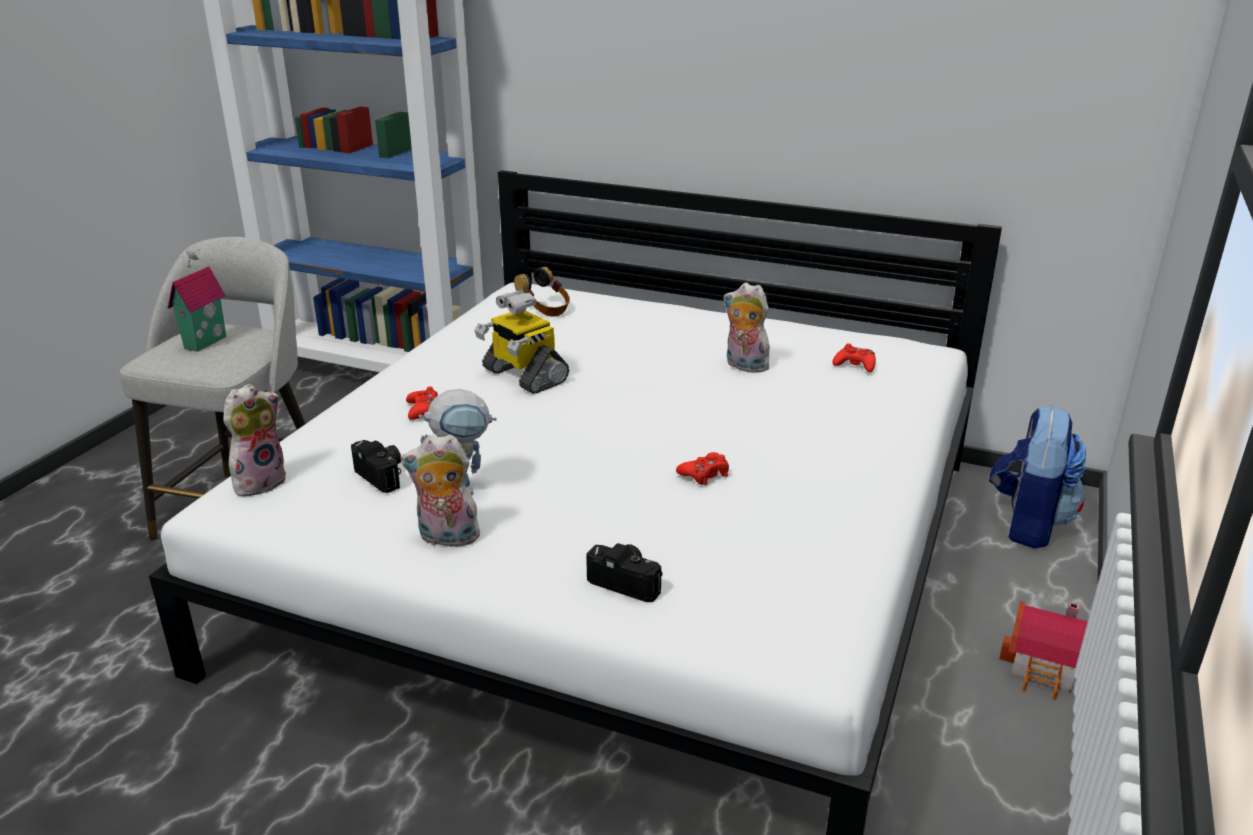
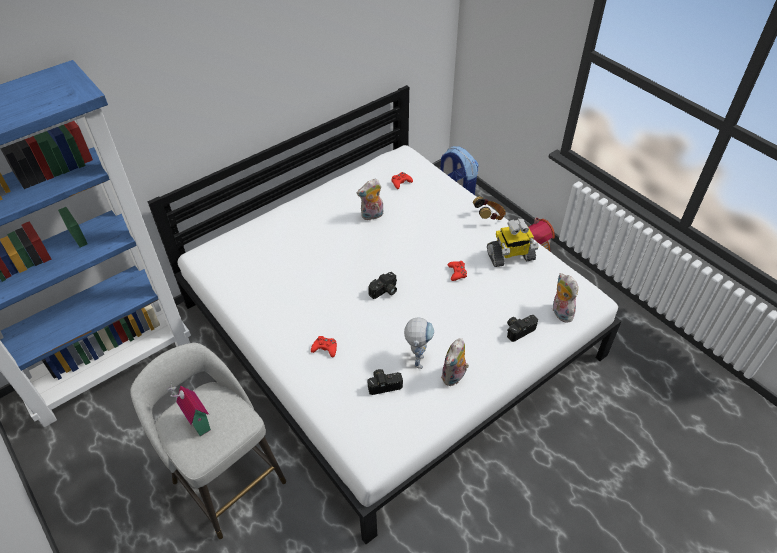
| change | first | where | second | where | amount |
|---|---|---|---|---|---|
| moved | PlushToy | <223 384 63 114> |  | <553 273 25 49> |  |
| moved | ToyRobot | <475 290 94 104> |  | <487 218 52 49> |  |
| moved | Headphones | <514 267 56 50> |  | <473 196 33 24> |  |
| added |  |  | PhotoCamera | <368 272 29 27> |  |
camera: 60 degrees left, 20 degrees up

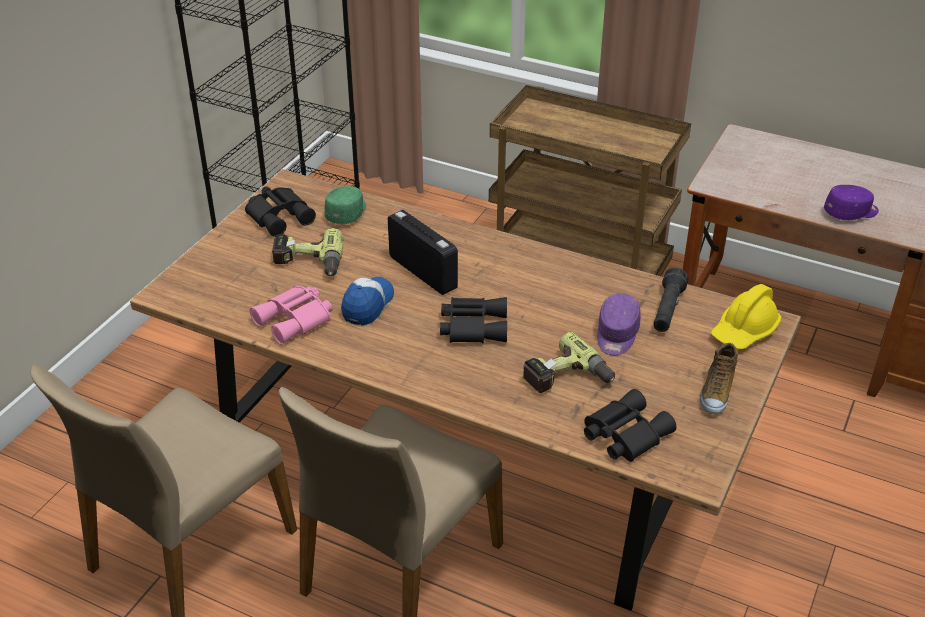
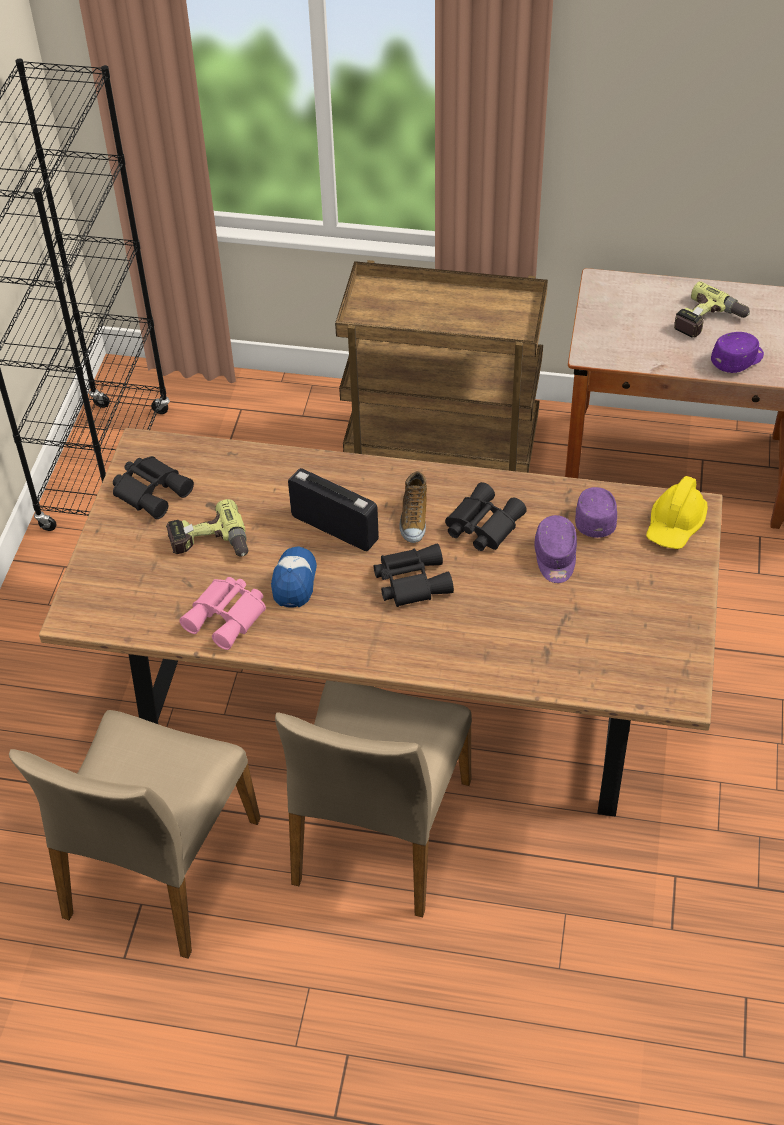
| change | first | where | second | where | amount |
|---|---|---|---|---|---|
| removed | GreenCap | <324 186 42 38> |  |  |  |
| moved | PowerDrill | <523 332 92 61> |  | <674 281 76 56> |  |
| moved | BlackBinoculars | <584 389 92 73> |  | <445 482 82 69> |  |
| replaced | BlackFlashlight | <653 268 36 64> | PurpleCap | <575 487 42 51> |  |
| moved | Shoe | <700 343 38 71> |  | <399 471 28 72> |  |
camera: 15 degrees left, 10 degrees up

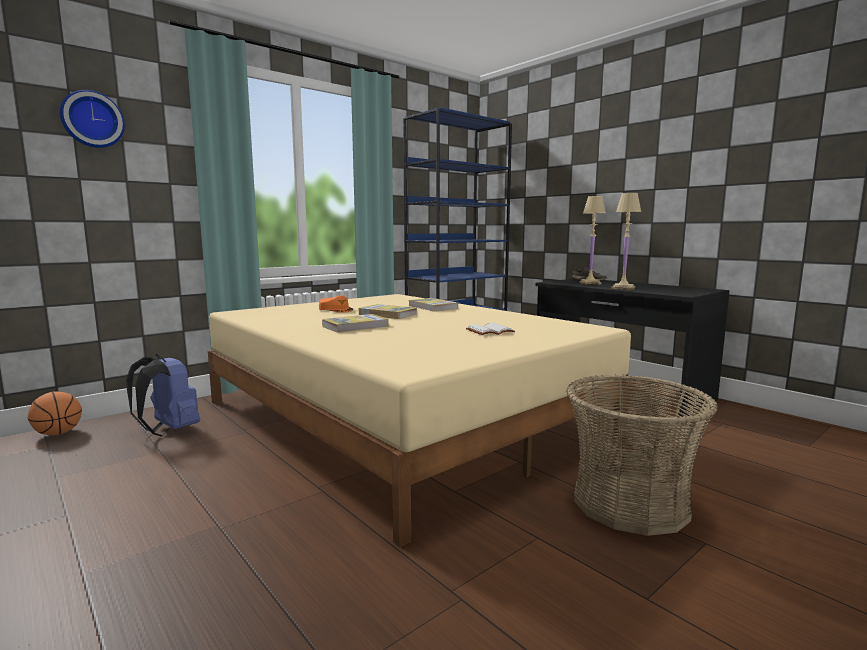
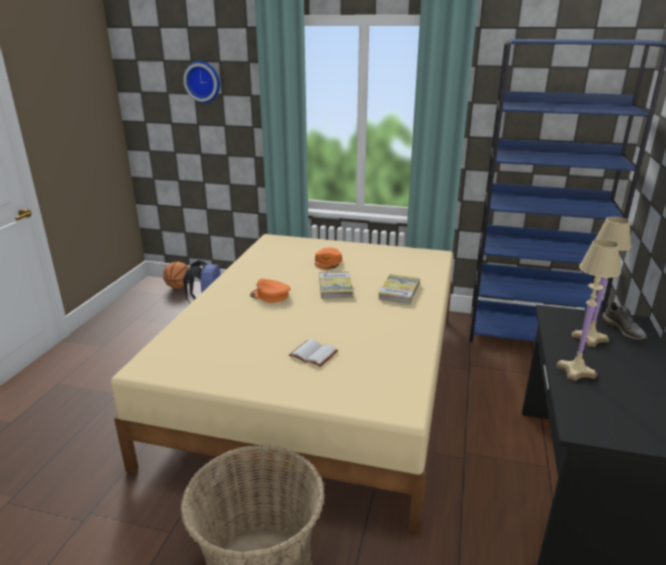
| change | first | where | second | where | amount |
|---|---|---|---|---|---|
| replaced | Book | <322 314 67 19> | OrangeCap | <250 278 40 24> |  |
camera: 55 degrees right, 15 degrees up

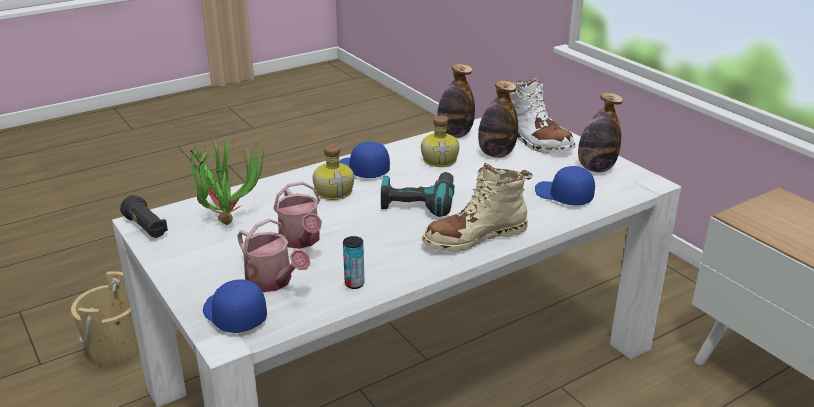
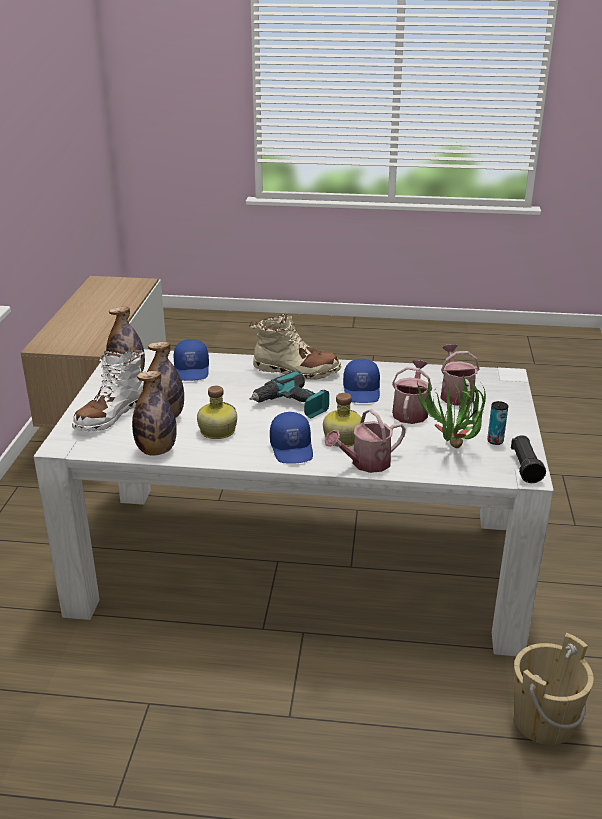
| change | first | where | second | where | amount |
|---|---|---|---|---|---|
| moved | BlueCap | <203 279 64 54> |  | <343 359 37 44> |  |
| moved | Can | <343 236 22 53> |  | <487 401 21 44> |  |
| turned | WhiteBoot | <509 78 67 76> |  | <72 349 72 83> | 150 degrees counterclockwise |
| added |  |  | WateringCan | <325 409 81 64> |  |
camera: 140 degrees left, 0 degrees up

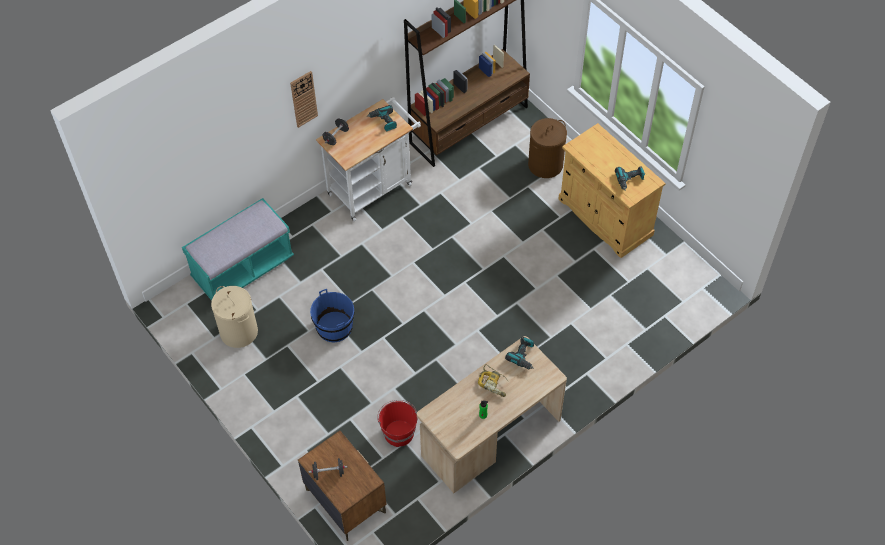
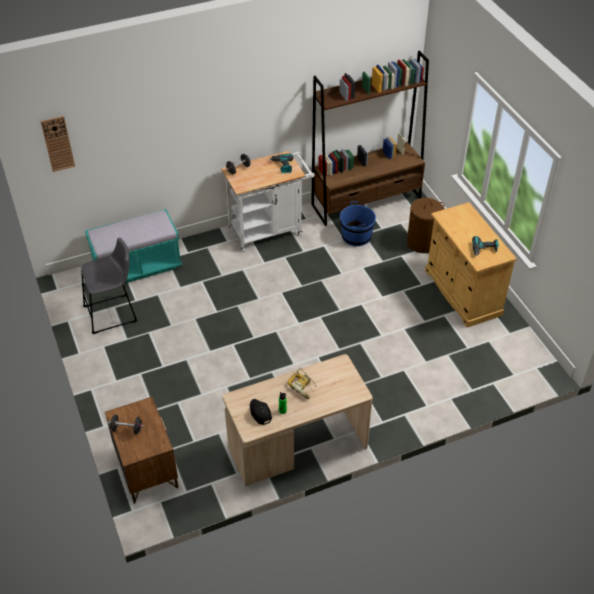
| change | first | where | second | where | amount |
|---|---|---|---|---|---|
| replaced | BeigeLaundryBasket | <211 286 47 62> | GreyStool | <81 238 56 96> |  |
| moved | WallClock | <290 71 28 57> |  | <40 116 35 56> |  |
| moved | BlueBucket | <310 289 44 53> |  | <340 201 36 45> |  |
| removed | RedBucket | <377 400 40 47> |  |  |  |
| removed | PowerDrill | <505 337 29 32> |  |  |  |
| added |  |  | BlackCap | <250 399 22 26> |  |
camera: 15 degrees right, 10 degrees down

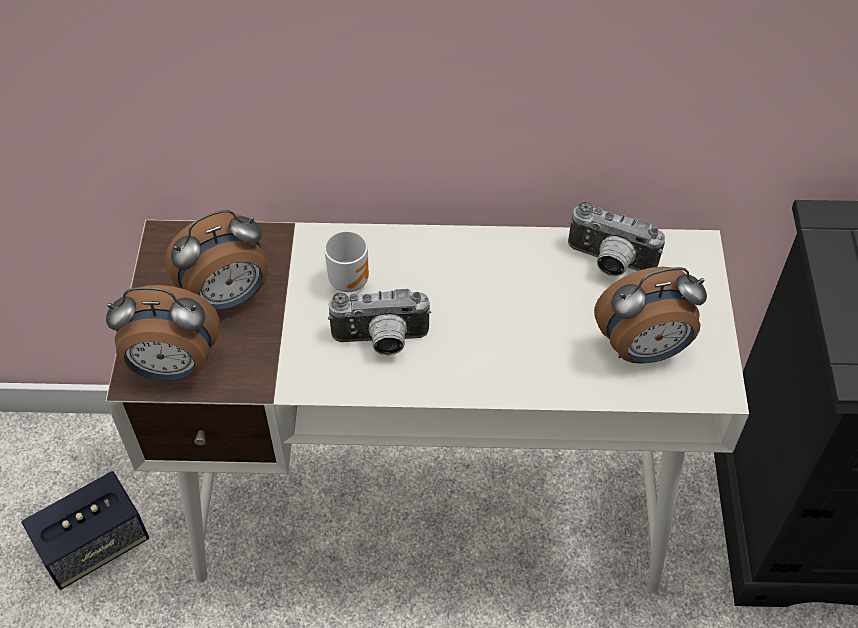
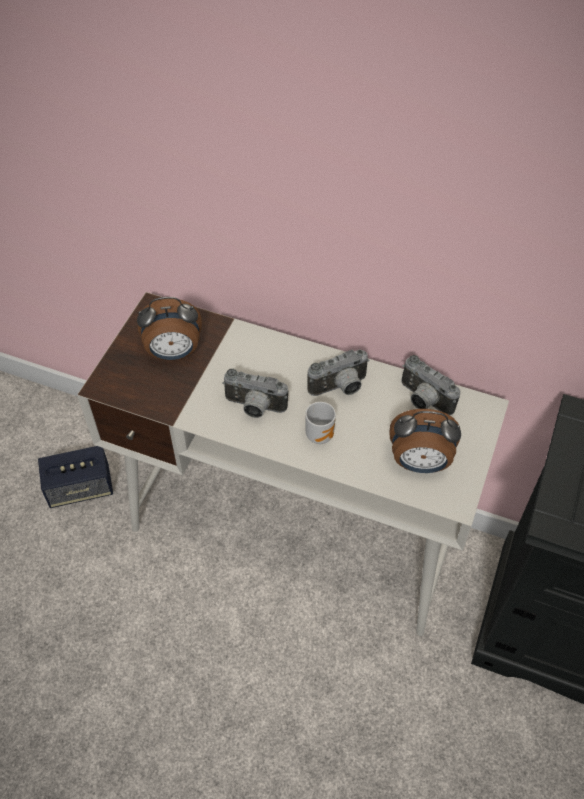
| change | first | where | second | where | amount |
|---|---|---|---|---|---|
| removed | AlarmClock | <106 285 114 96> |  |  |  |
| moved | Mug | <324 231 45 61> |  | <305 402 31 42> |  |
| added |  |  | PhotoCamera | <307 350 63 46> |  |
camera: 20 degrees right, 0 degrees up

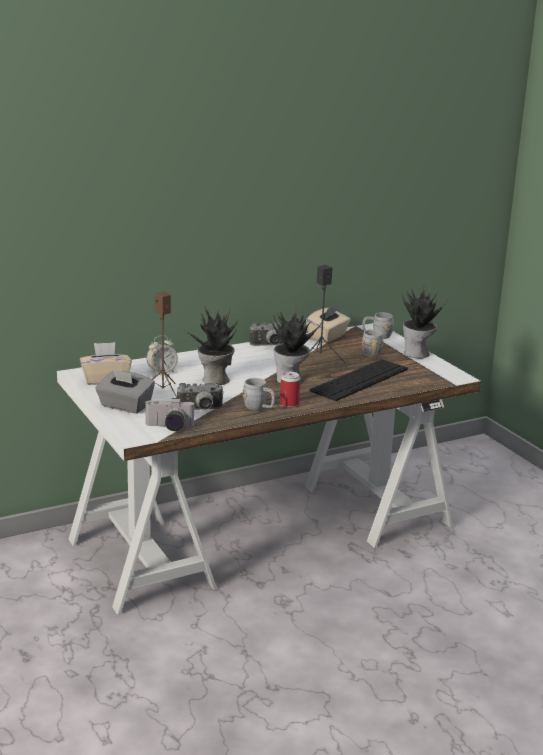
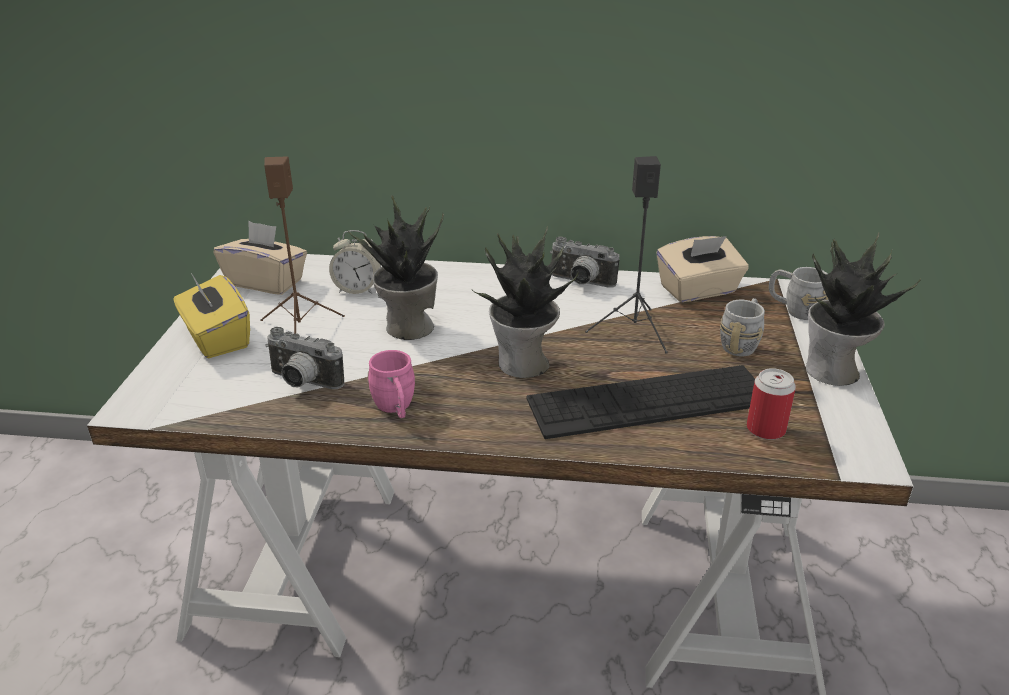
| change | first | where | second | where | amount |
|---|---|---|---|---|---|
| recoloured | GreyTissueBox | <95 368 60 45> | YellowTissueBox | <173 273 77 85> |  |
| removed | PhotoCamera | <144 398 51 33> |  |  |  |
| recoloured | GreyMug | <243 378 32 32> | PinkMug | <368 350 47 68> |  |
| moved | Can | <280 372 20 35> |  | <747 368 49 72> |  |
camera: 35 degrees right, 10 degrees up

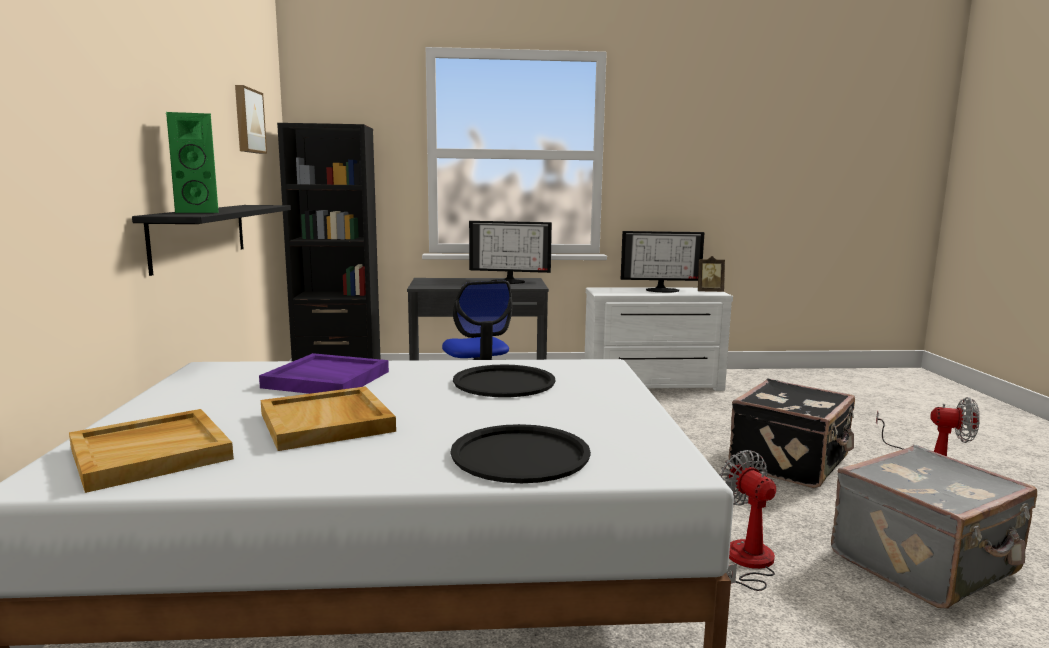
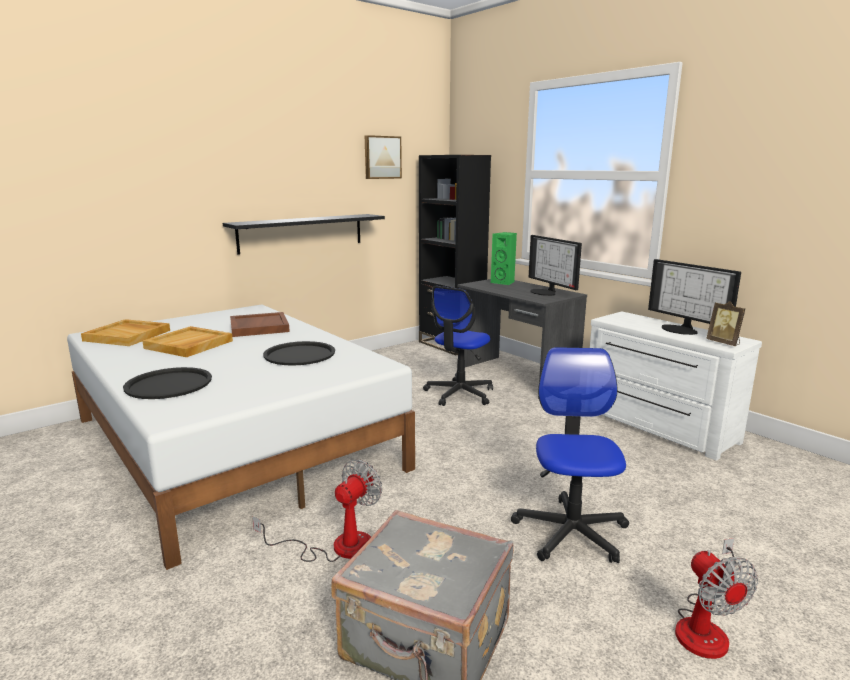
| change | first | where | second | where | amount |
|---|---|---|---|---|---|
| moved | GreenSpeaker | <166 112 53 101> |  | <491 232 26 53> |  |
| recoloured | PurpleTray | <259 353 130 41> | BrownTray | <230 312 60 25> |  |
| replaced | BlackSuitcase | <729 379 126 109> | OfficeChair | <511 347 118 216> |  |
camera: 55 degrees right, 5 degrees up

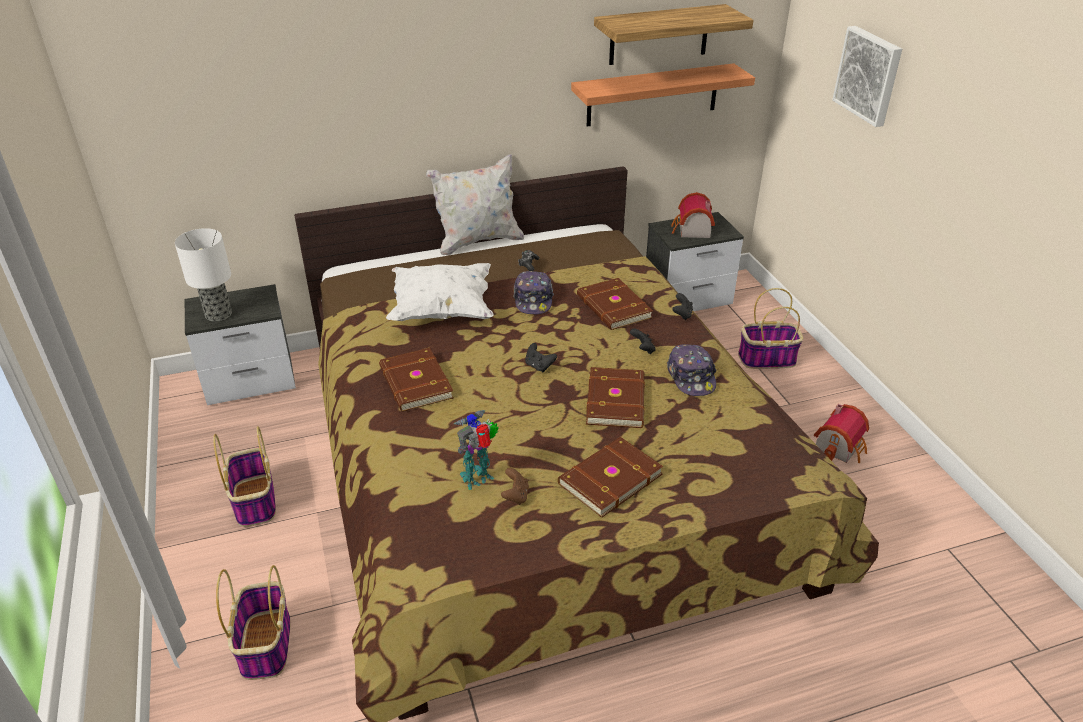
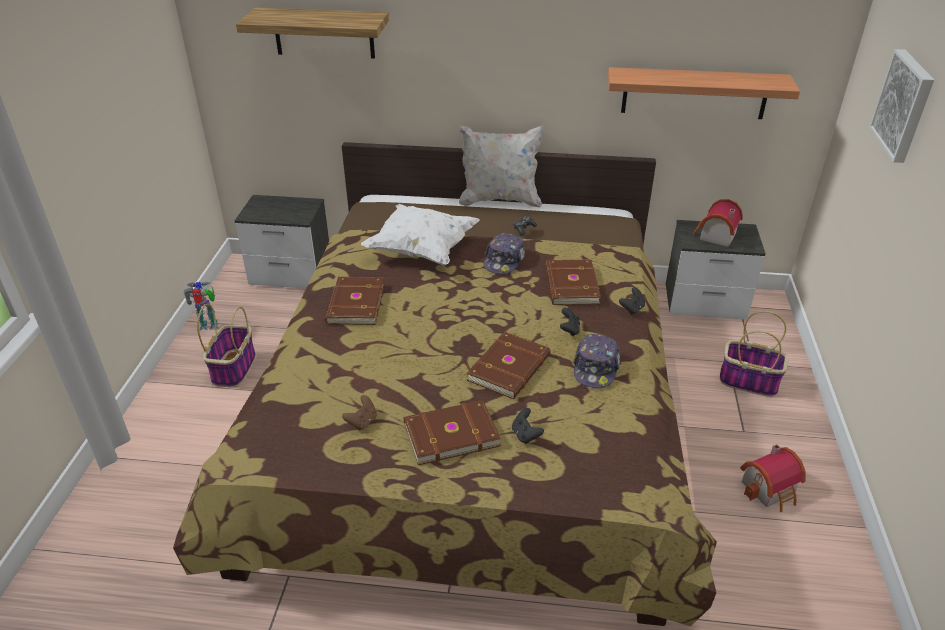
| change | first | where | second | where | amount |
|---|---|---|---|---|---|
| removed | TableLamp | <175 228 57 94> |  |  |  |
| removed | Basket | <216 565 75 115> |  |  |  |
| moved | ToyRobot | <454 410 45 80> |  | <184 282 34 49> |  |
| moved | BlackGameController | <525 343 32 29> |  | <512 408 32 36> |  |
| moved | Shelf | <594 4 159 61> |  | <236 7 153 52> |  |
camera: 25 degrees right, 0 degrees up

